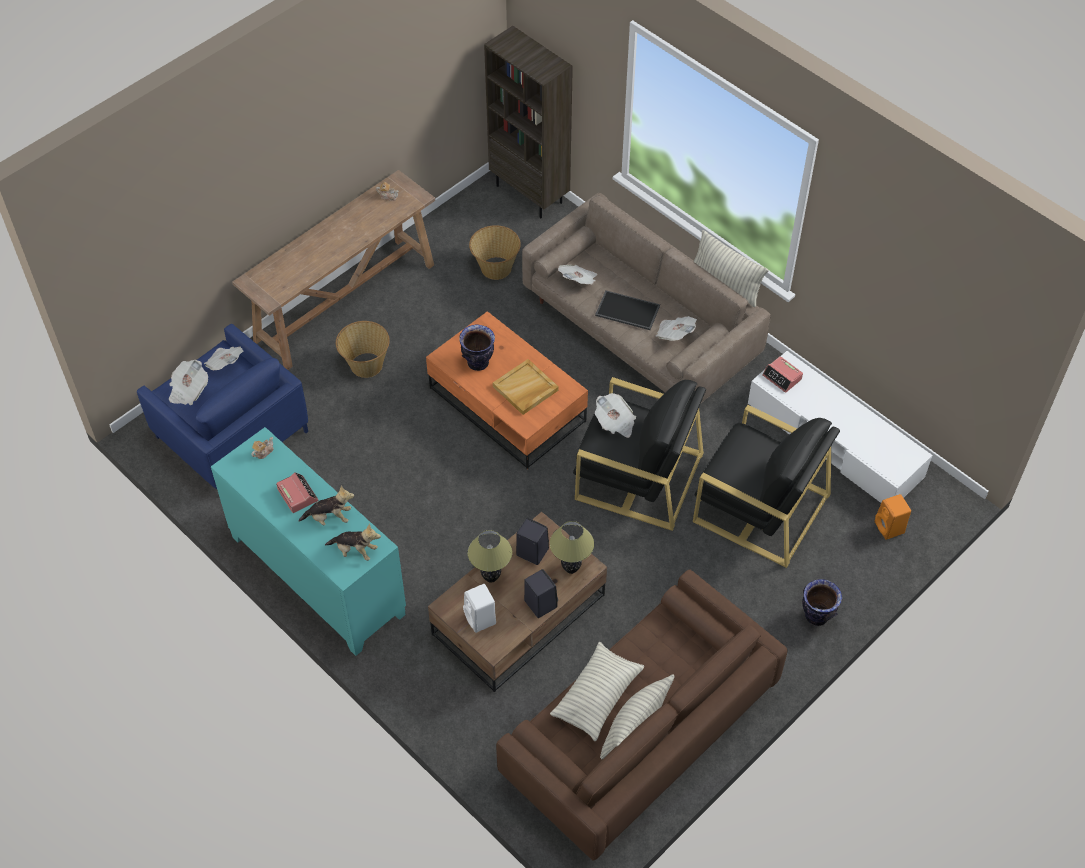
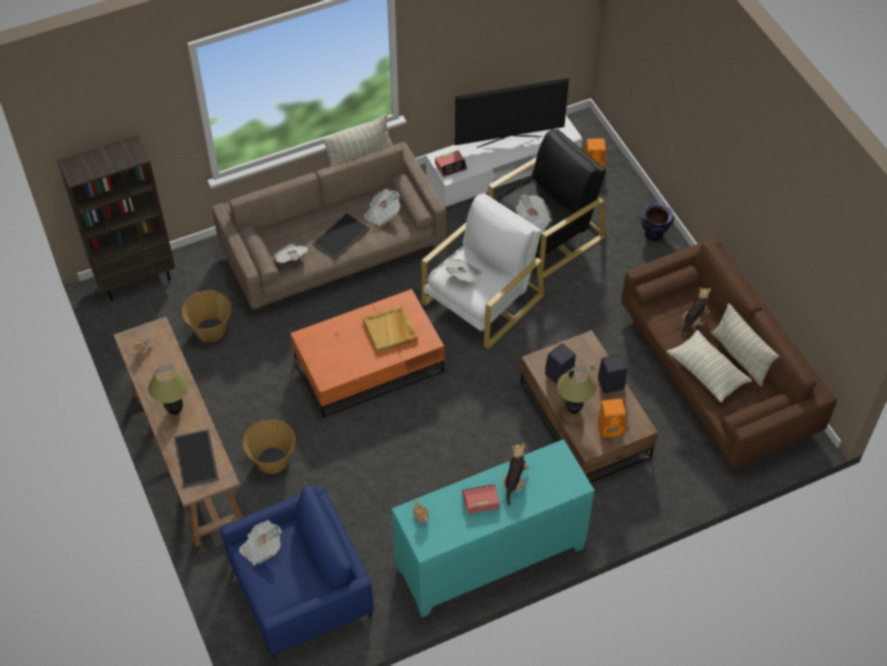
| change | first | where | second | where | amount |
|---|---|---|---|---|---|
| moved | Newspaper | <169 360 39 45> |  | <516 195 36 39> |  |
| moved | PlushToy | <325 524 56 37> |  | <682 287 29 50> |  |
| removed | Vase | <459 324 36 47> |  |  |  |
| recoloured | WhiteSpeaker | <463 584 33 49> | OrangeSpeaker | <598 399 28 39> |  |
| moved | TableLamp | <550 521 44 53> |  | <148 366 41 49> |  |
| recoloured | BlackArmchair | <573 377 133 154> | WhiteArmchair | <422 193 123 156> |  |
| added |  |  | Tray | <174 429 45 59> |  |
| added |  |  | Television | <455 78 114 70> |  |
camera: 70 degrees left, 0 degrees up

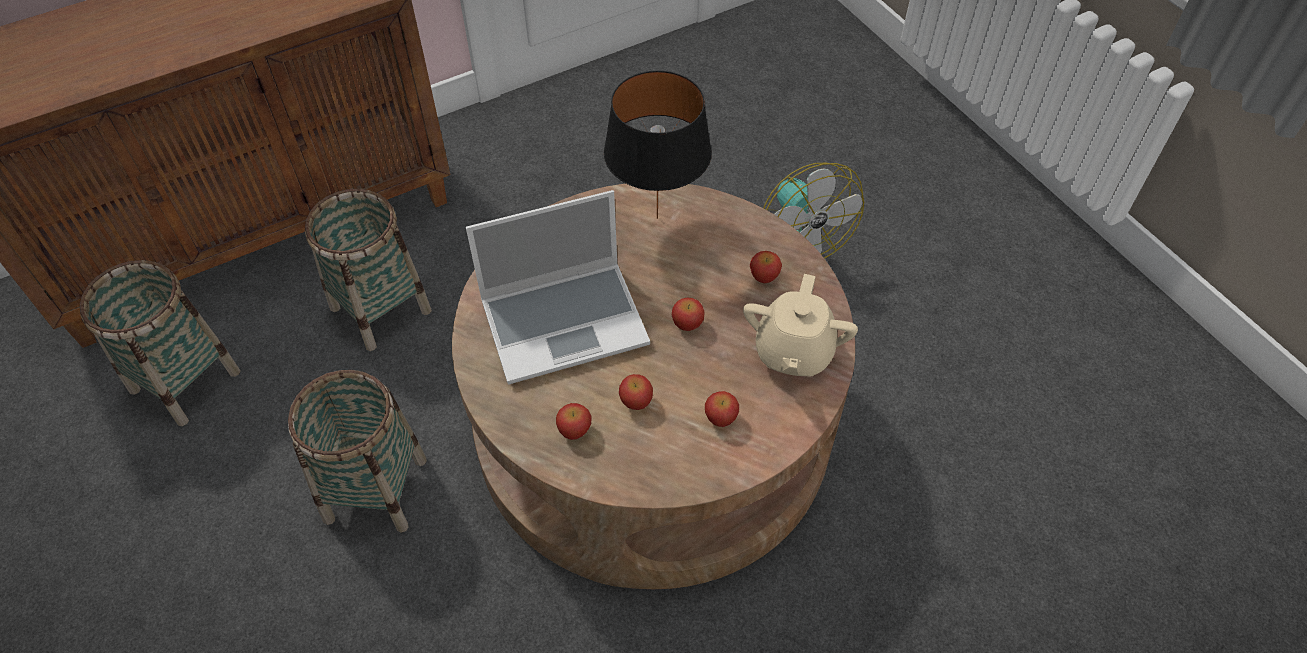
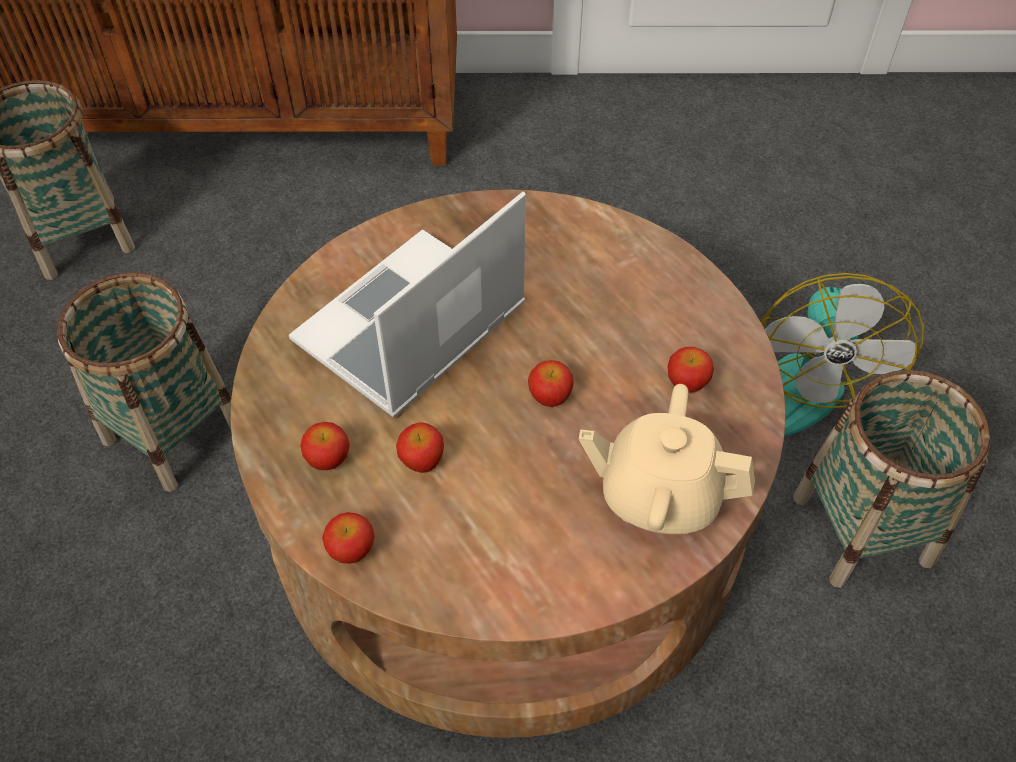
| change | first | where | second | where | amount |
|---|---|---|---|---|---|
| moved | Basket | <305 189 127 162> |  | <793 370 197 218> |  |
| turned | Laptop | <466 190 184 195> |  | <289 191 237 227> | 120 degrees clockwise |
| removed | BlackTableLamp | <604 70 108 149> |  |  |  |
| moved | Apple | <705 391 34 36> |  | <322 512 53 52> |  |
| turned | BeigeTeapot | <743 274 115 103> |  | <579 384 176 150> | 60 degrees clockwise |
camera: 30 degrees right, 0 degrees up

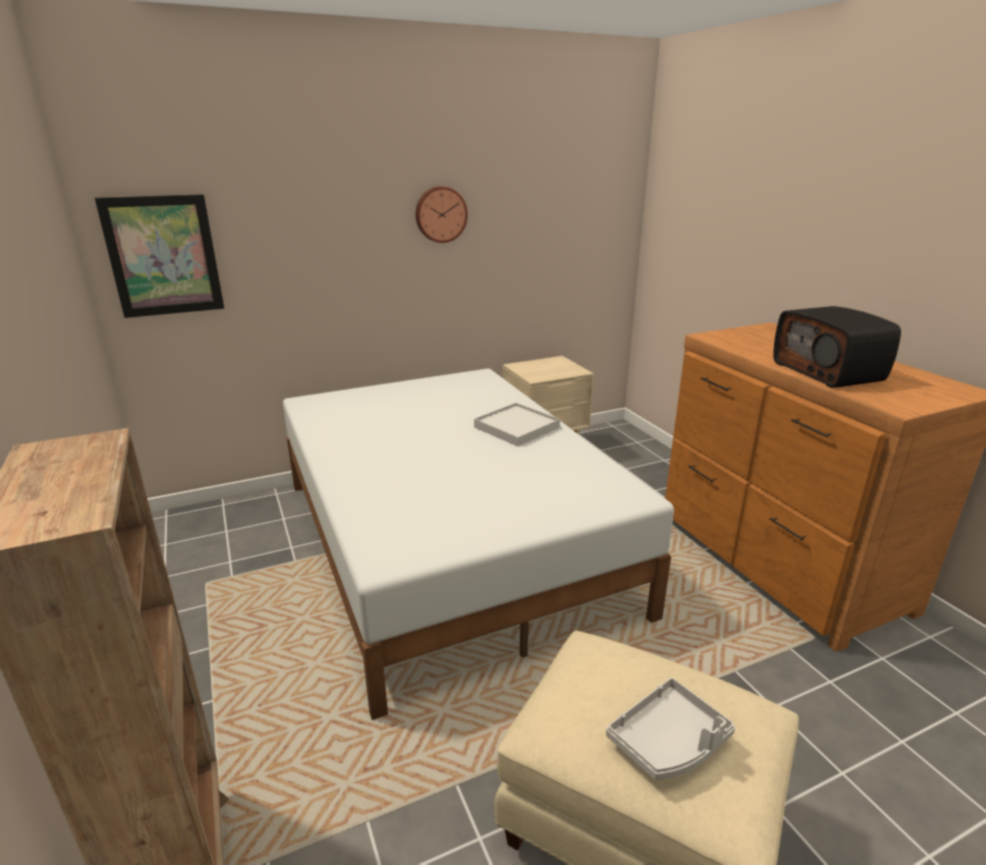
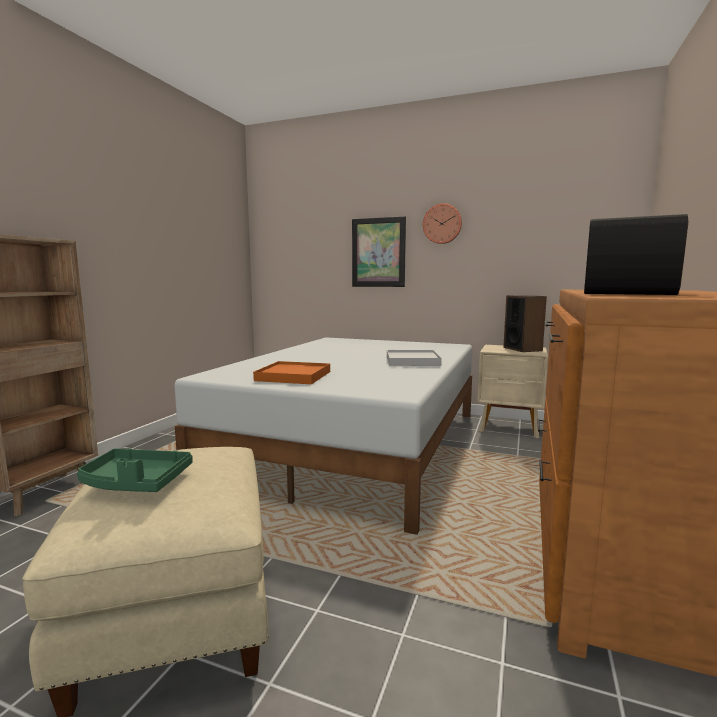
| change | first | where | second | where | amount |
|---|---|---|---|---|---|
| moved | Picture | <95 194 129 124> |  | <352 216 54 71> |  |
| recoloured | GreyTray | <606 678 129 102> | GreenTray | <77 448 116 44> |  |
| added |  |  | OrangeTray | <253 361 77 23> |  |
| added |  |  | Speaker | <503 295 44 57> |  |
camera: 45 degrees right, 15 degrees down

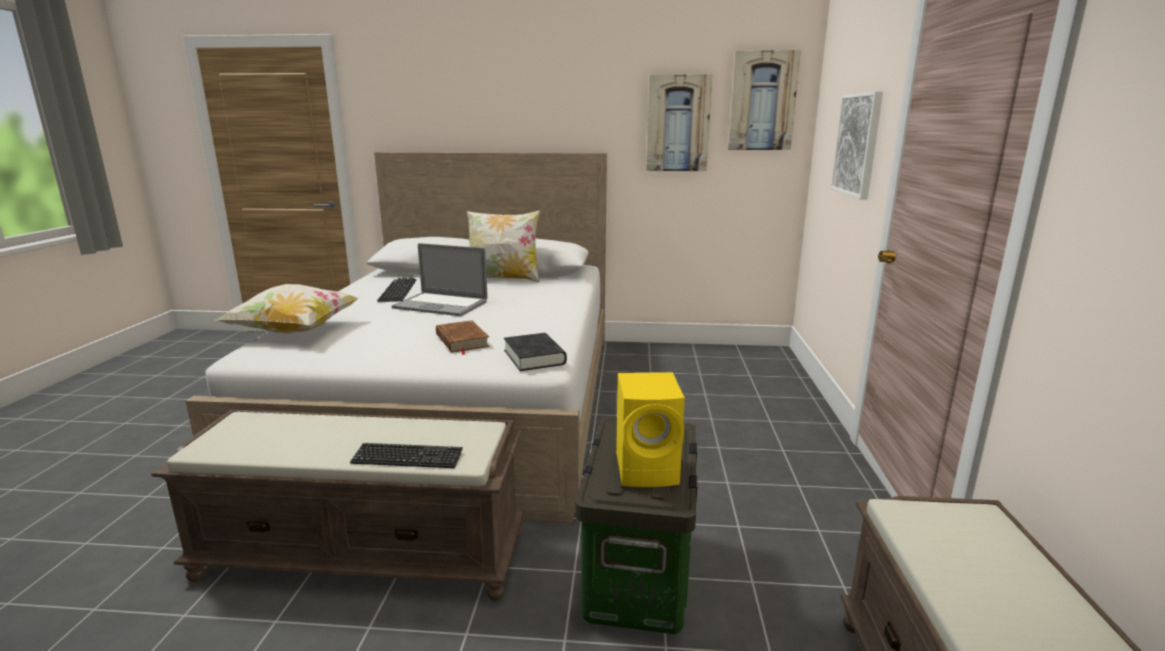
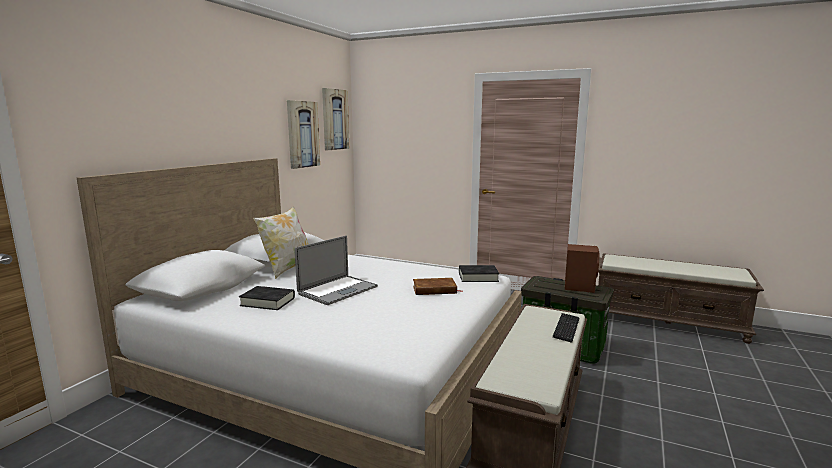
| change | first | where | second | where | amount |
|---|---|---|---|---|---|
| removed | Pillow | <216 284 144 50> |  |  |  |
| replaced | Keyboard | <377 278 39 24> | BlackBook | <239 286 56 24> |  |
| recoloured | YellowSpeaker | <616 372 69 115> | BrownSpeaker | <565 244 34 49> |  |
| removed | Picture | <830 91 53 109> |  |  |  |
camera: 70 degrees left, 5 degrees down

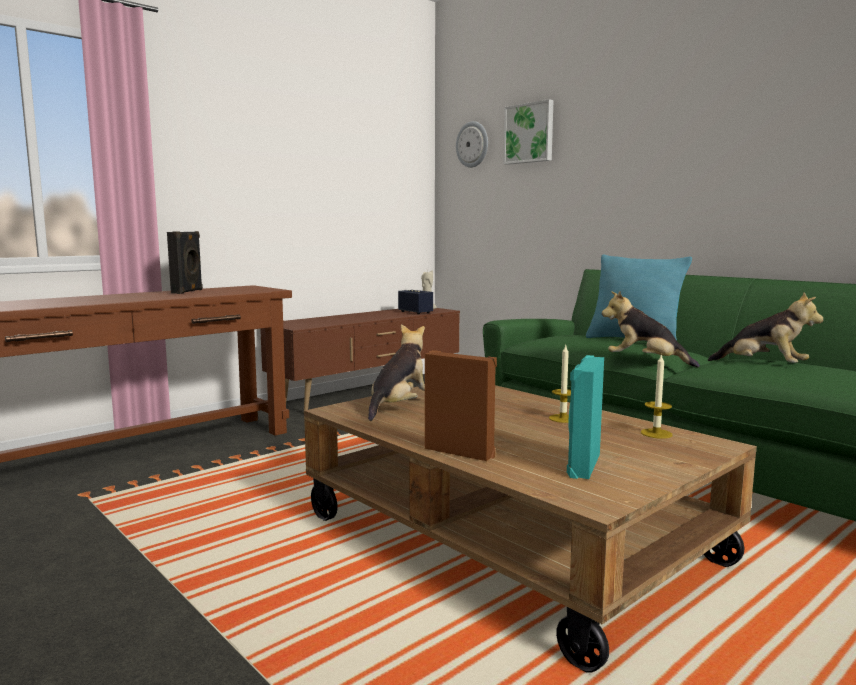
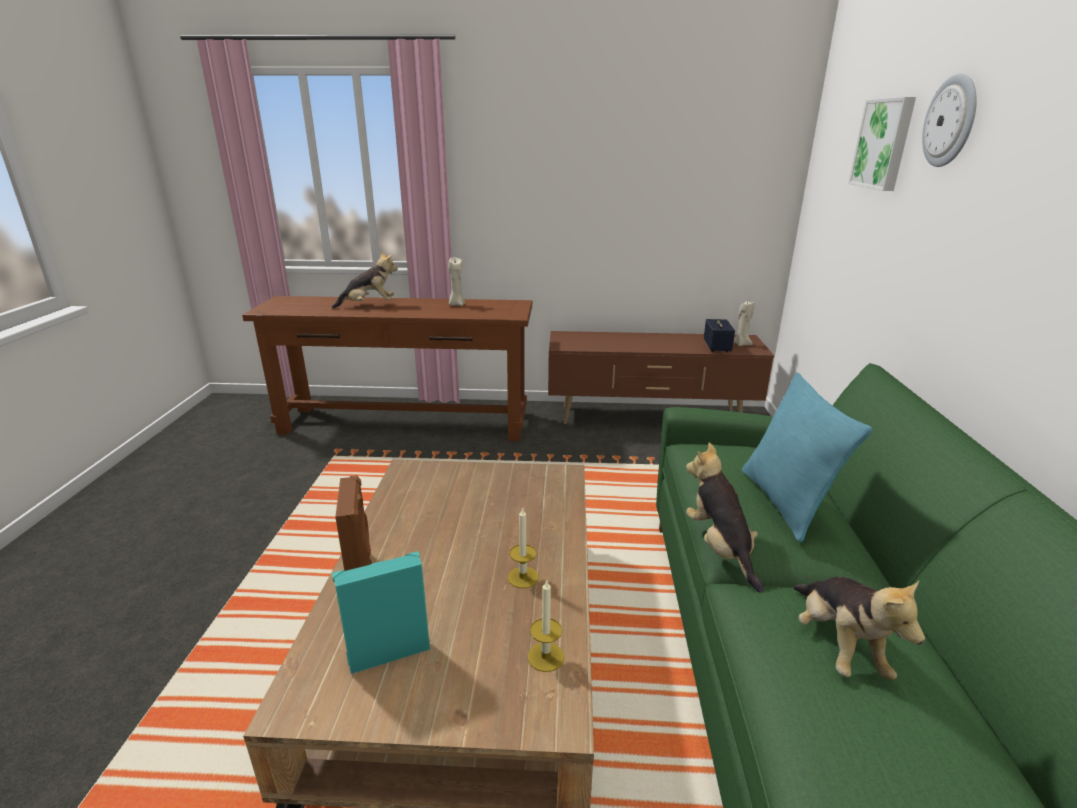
| change | first | where | second | where | amount |
|---|---|---|---|---|---|
| replaced | BlackSpeaker | <167 231 36 63> | BeigeCandle | <448 257 17 49> |  |
| moved | PlushToy | <368 324 57 97> |  | <332 251 66 58> |  |
| moved | WallClock | <456 121 32 47> |  | <922 73 55 94> |  |
camera: 45 degrees right, 15 degrees up

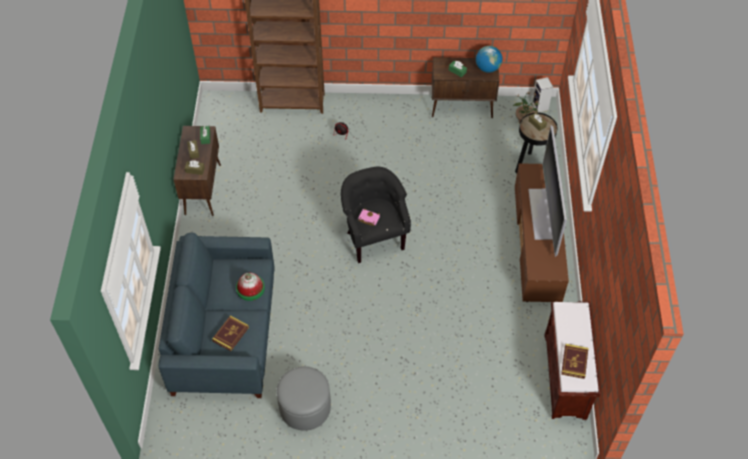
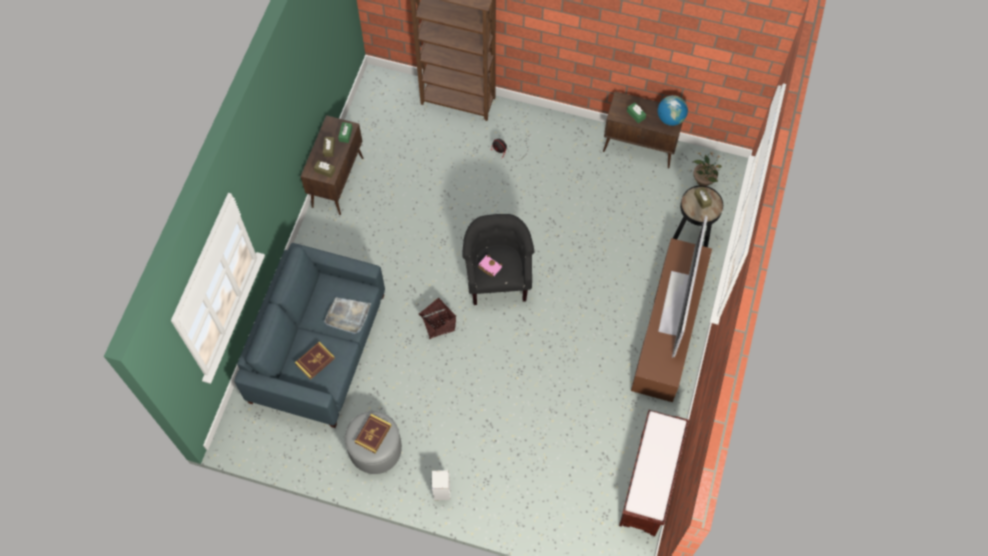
| change | first | where | second | where | amount |
|---|---|---|---|---|---|
| replaced | Hat | <236 273 29 28> | GreyTray | <324 298 47 36> |  |
| moved | Speaker | <532 77 21 36> |  | <432 470 18 30> |  |
| moved | Book | <561 344 27 35> |  | <355 414 37 39> |  |
| added |  |  | Basket | <418 297 38 42> |  |
camera: 15 degrees right, 10 degrees up

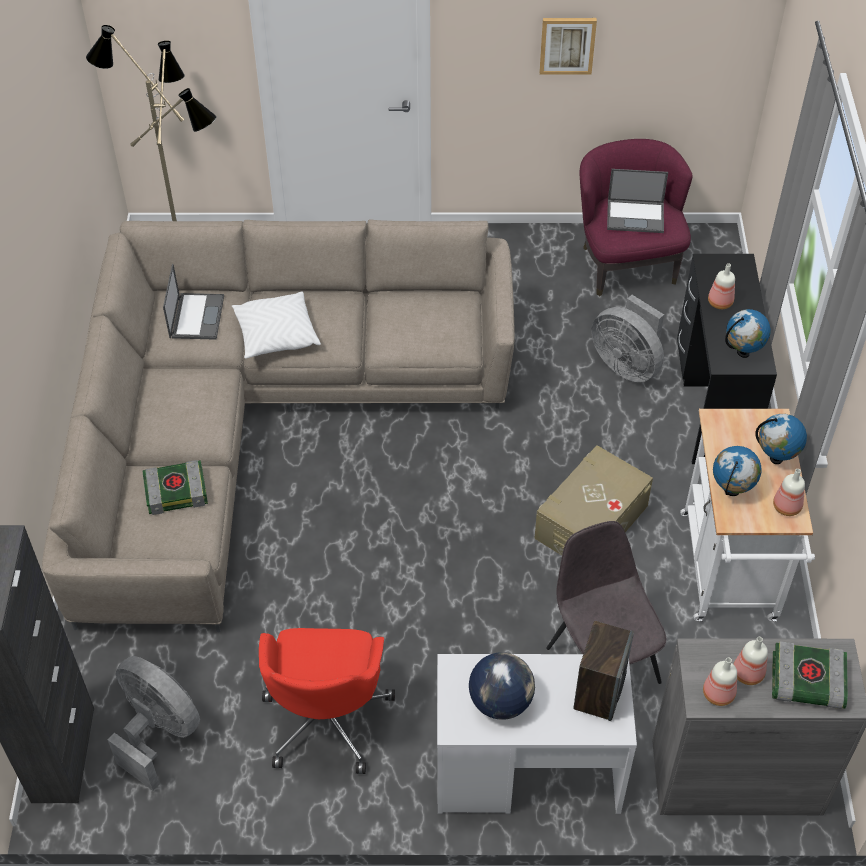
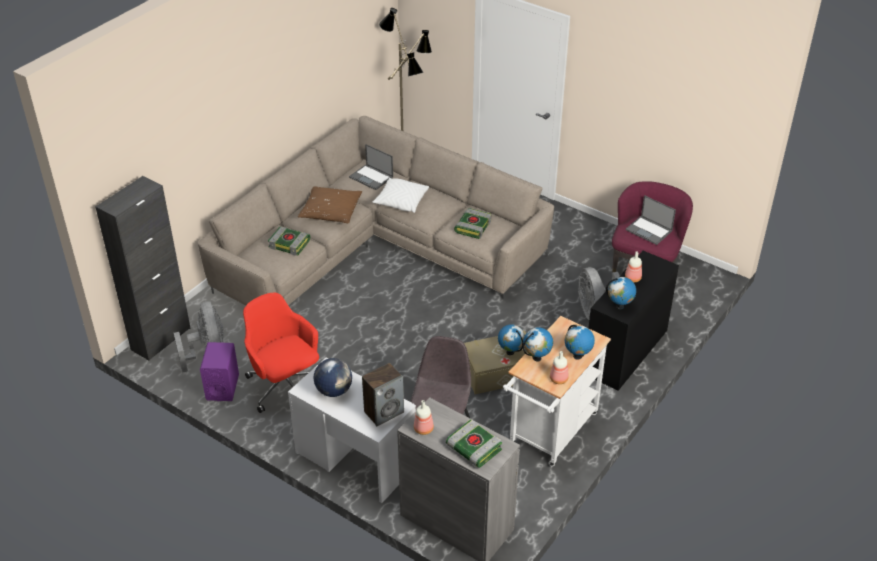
| change | first | where | second | where | amount |
|---|---|---|---|---|---|
| turned | Laptop | <163 264 61 76> |  | <349 144 44 46> | 90 degrees clockwise |
| turned | RedOfficeChair | <259 628 136 146> |  | <243 293 76 120> | 105 degrees clockwise |
| removed | Picture | <540 18 57 56> |  |  |  |
| removed | Bottle | <733 637 35 48> |  |  |  |
| added |  |  | PurpleSpeaker | <200 342 39 59> |  |
| added |  |  | BrownPillow | <298 186 64 37> |  |
| added |  |  | Book | <454 208 37 31> |  |
| added |  |  | Globe | <498 324 27 31> |  |
camera: 35 degrees right, 10 degrees down

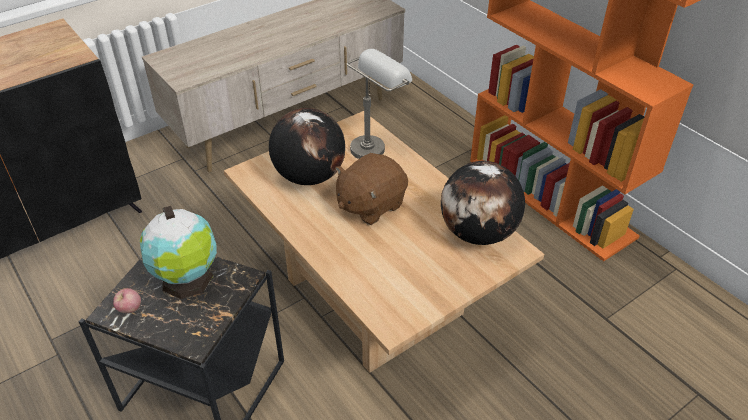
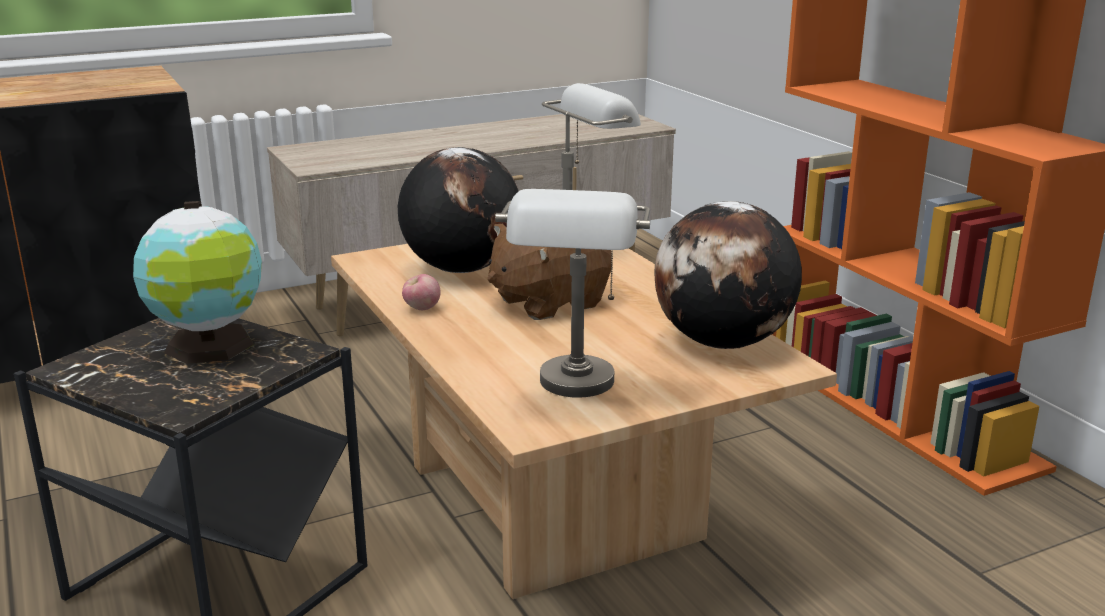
| change | first | where | second | where | amount |
|---|---|---|---|---|---|
| moved | Apple | <113 288 28 25> |  | <402 274 39 36> |  |
| added |  |  | GreyTableLamp | <495 189 155 209> |  |
camera: 10 degrees right, 20 degrees down

